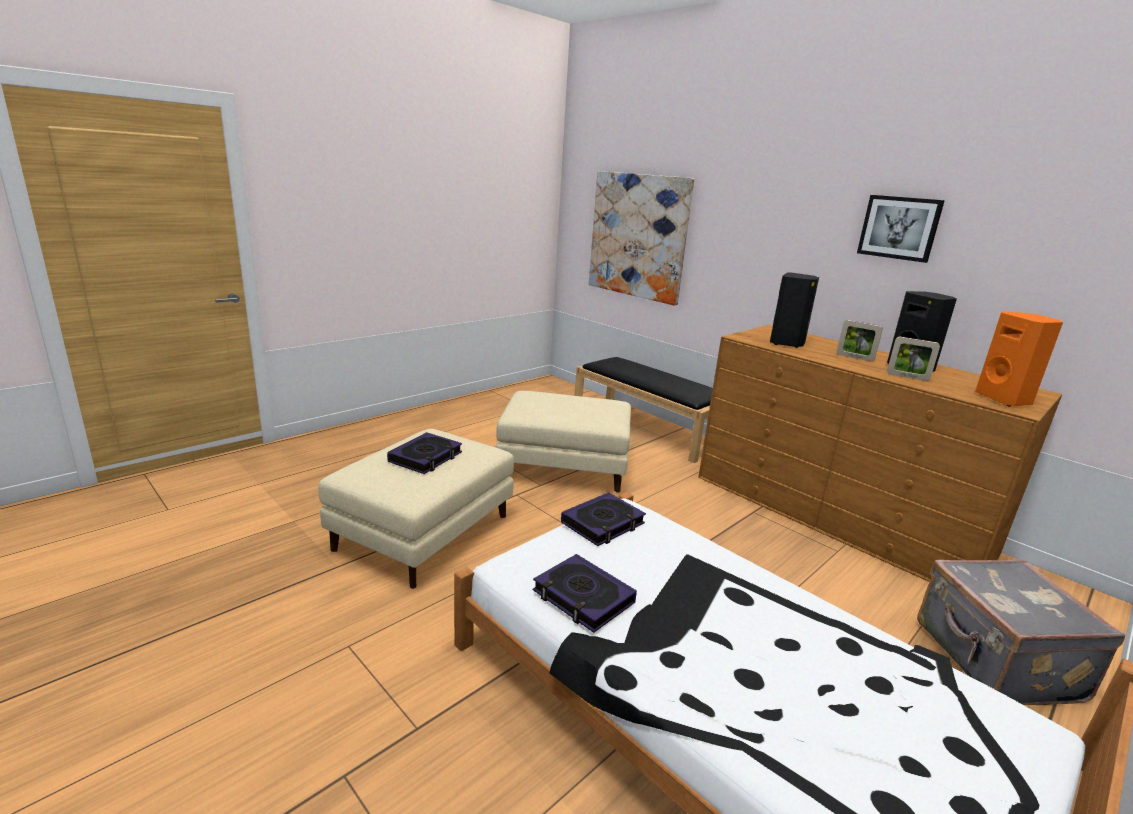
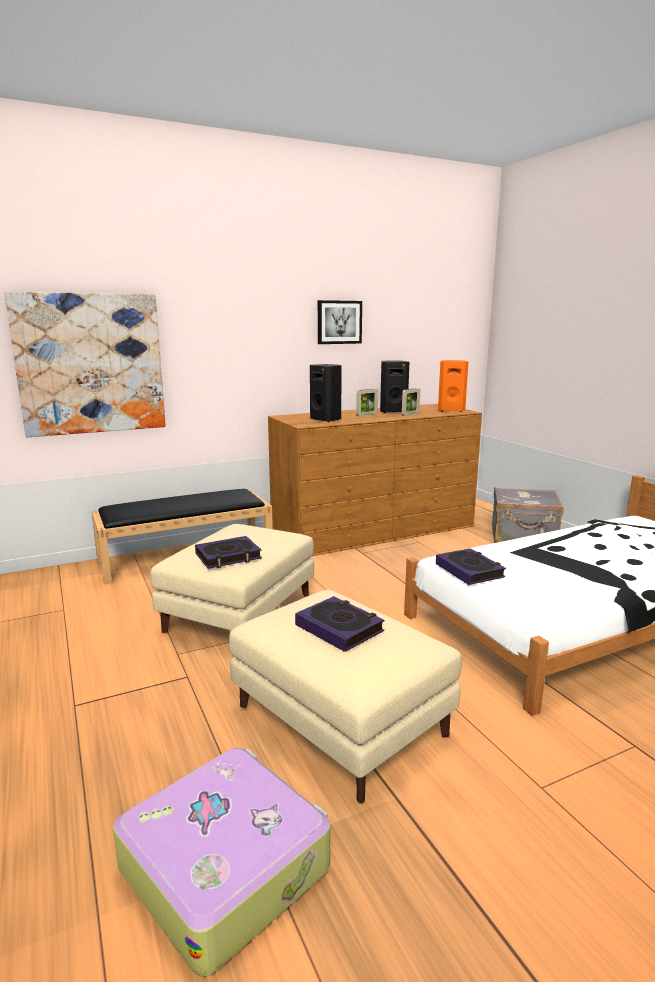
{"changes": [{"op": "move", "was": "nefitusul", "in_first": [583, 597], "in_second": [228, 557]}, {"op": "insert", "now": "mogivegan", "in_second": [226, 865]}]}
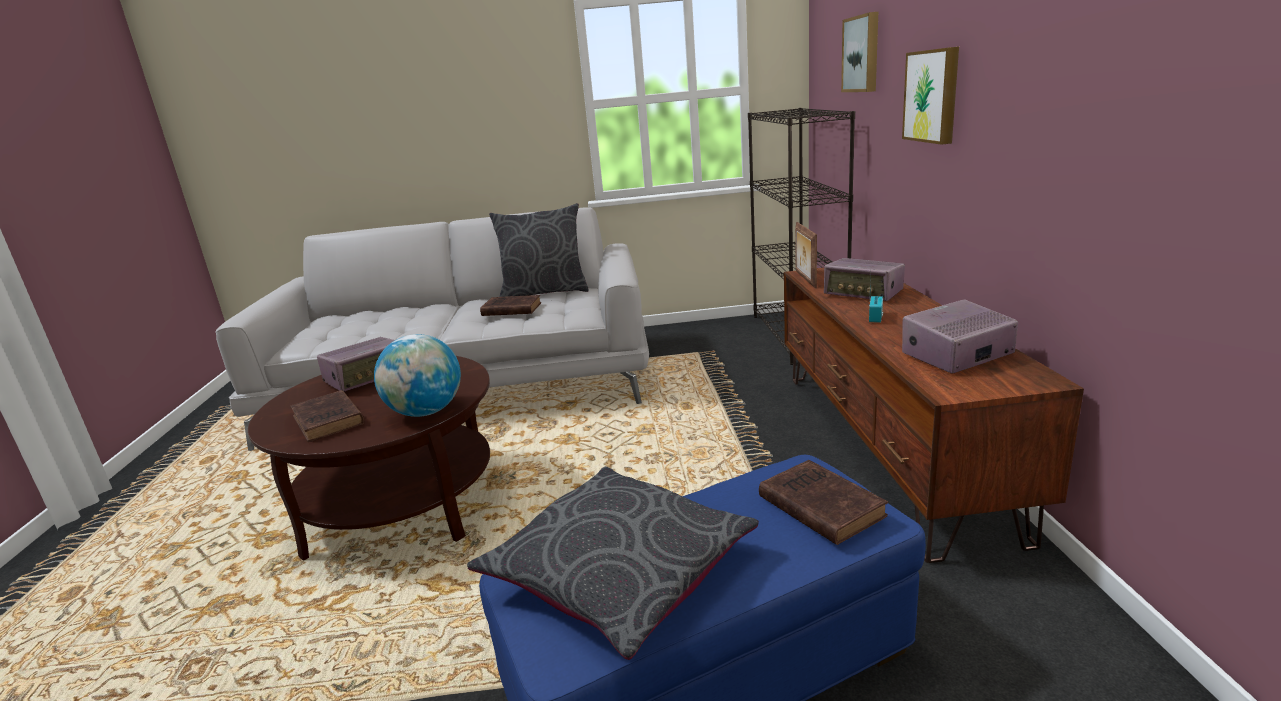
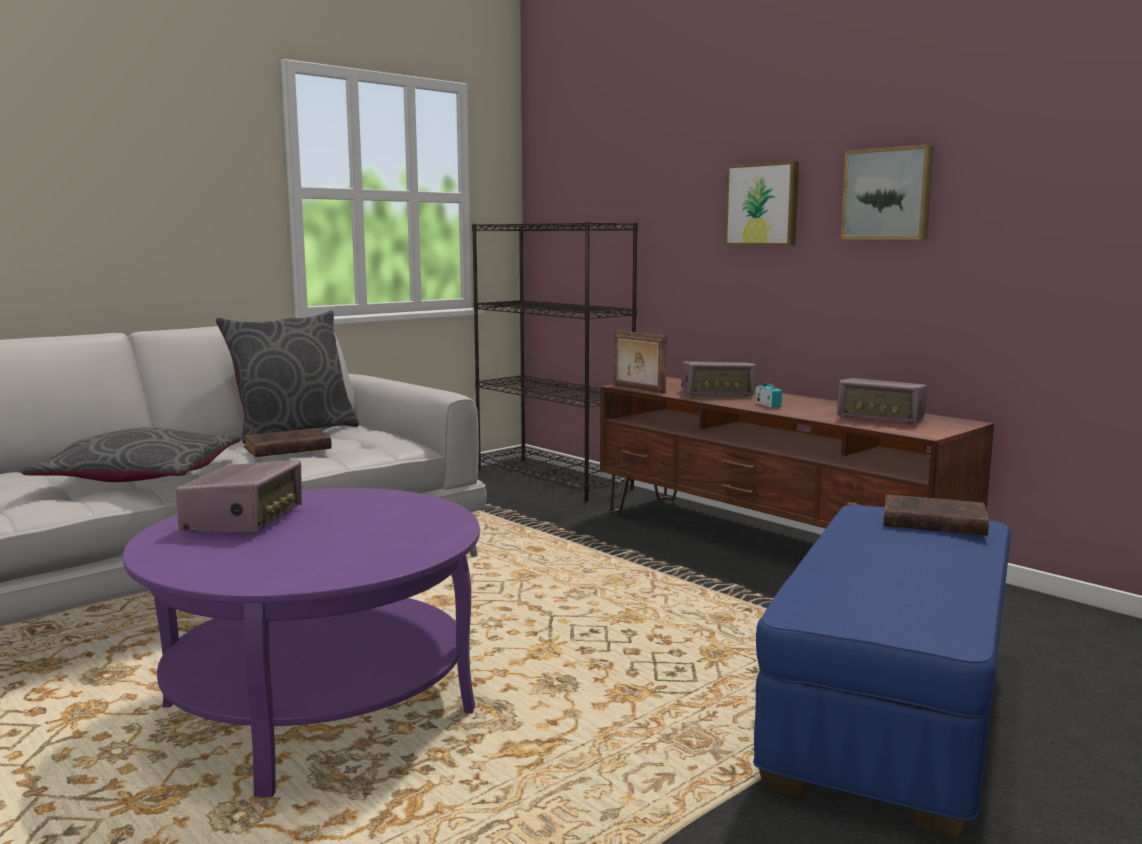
{"changes": [{"op": "move", "was": "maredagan", "in_first": [862, 54], "in_second": [888, 194]}, {"op": "rotate", "was": "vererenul", "in_first": [955, 355], "in_second": [881, 417], "clockwise": -90}, {"op": "delete", "was": "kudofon", "in_first": [426, 412]}, {"op": "recolor", "was": "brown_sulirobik", "now": "purple_sulirobik", "in_first": [402, 504], "in_second": [319, 707]}, {"op": "delete", "was": "brown_nefitusul", "in_first": [329, 421]}, {"op": "move", "was": "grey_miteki", "in_first": [618, 570], "in_second": [141, 477]}]}
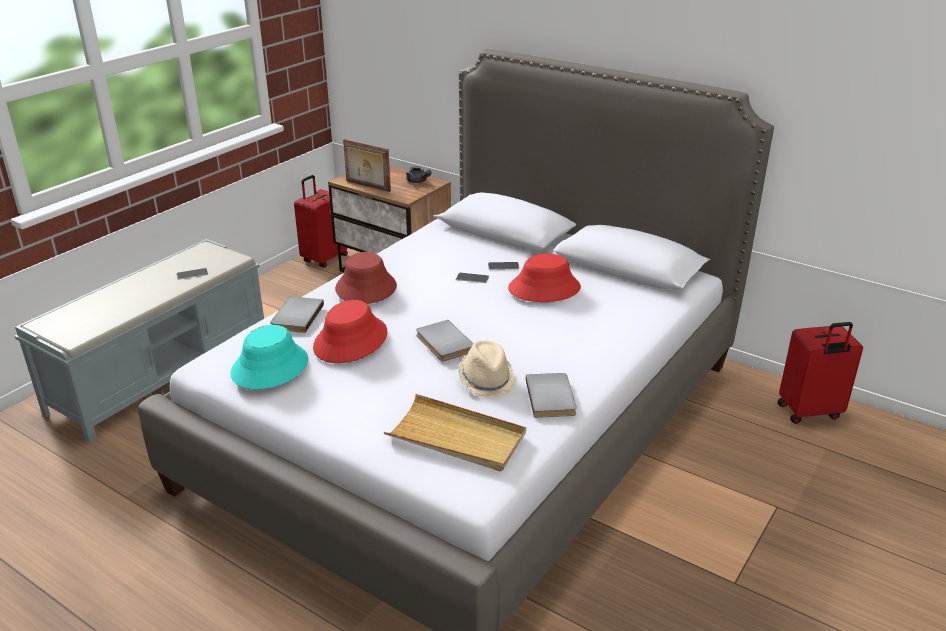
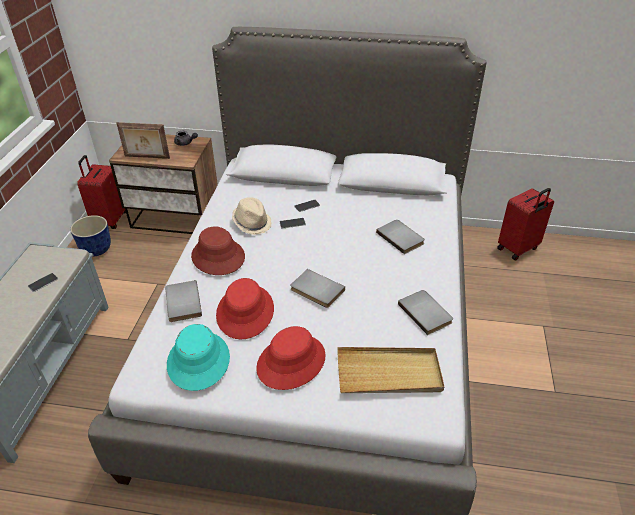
{"changes": [{"op": "move", "was": "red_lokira", "in_first": [544, 288], "in_second": [291, 362]}, {"op": "move", "was": "beige_lokira", "in_first": [486, 380], "in_second": [252, 223]}, {"op": "insert", "now": "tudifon", "in_second": [96, 250]}, {"op": "insert", "now": "grey_nefitusul", "in_second": [401, 237]}]}
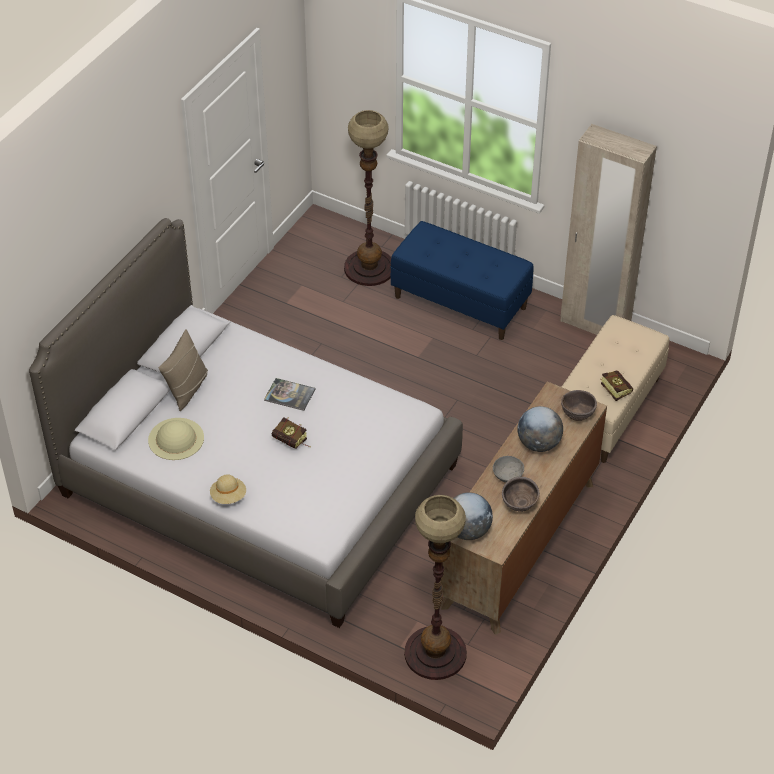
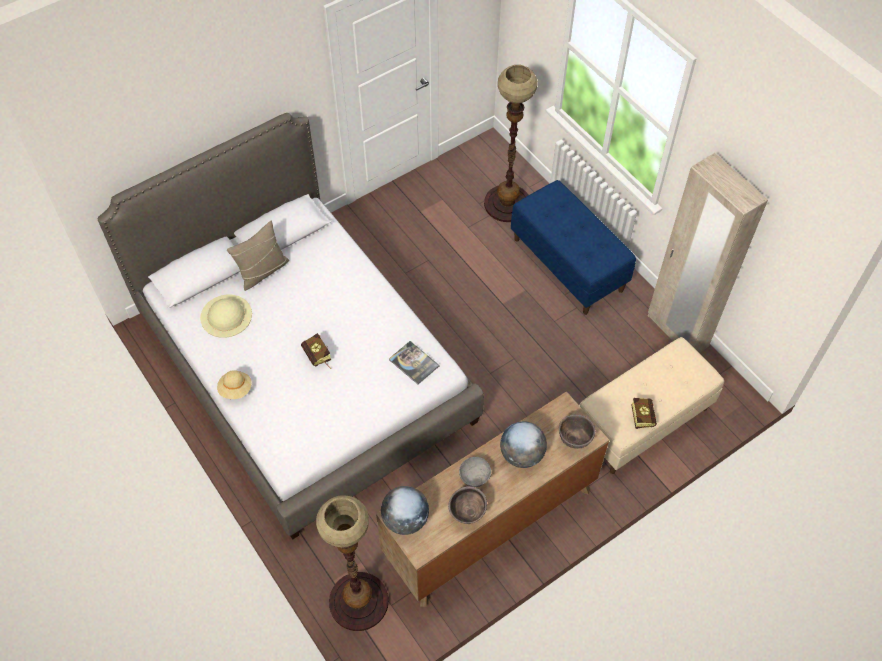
{"changes": [{"op": "move", "was": "nefitusul", "in_first": [289, 395], "in_second": [414, 363]}]}
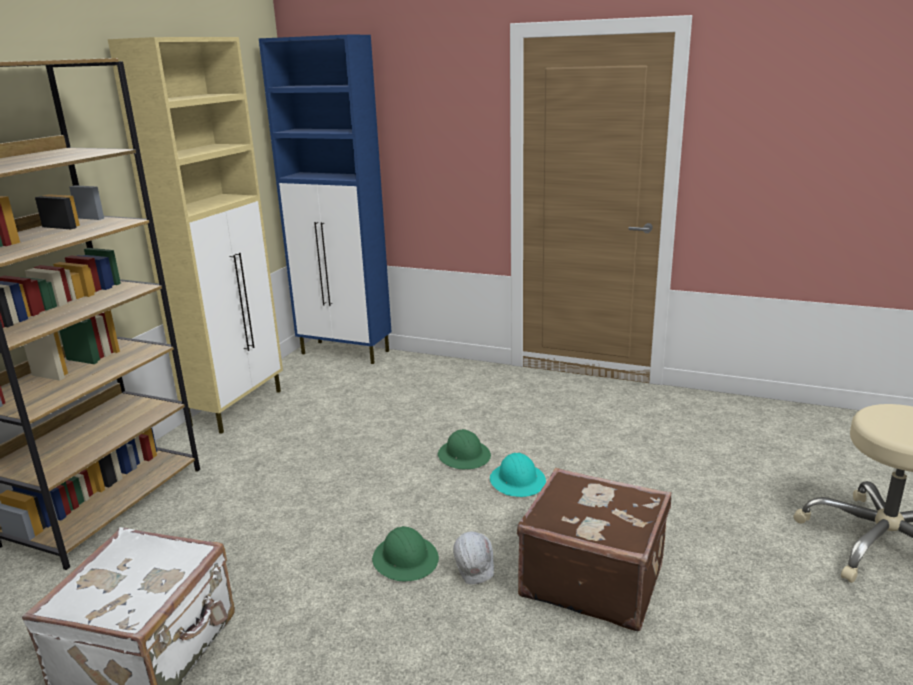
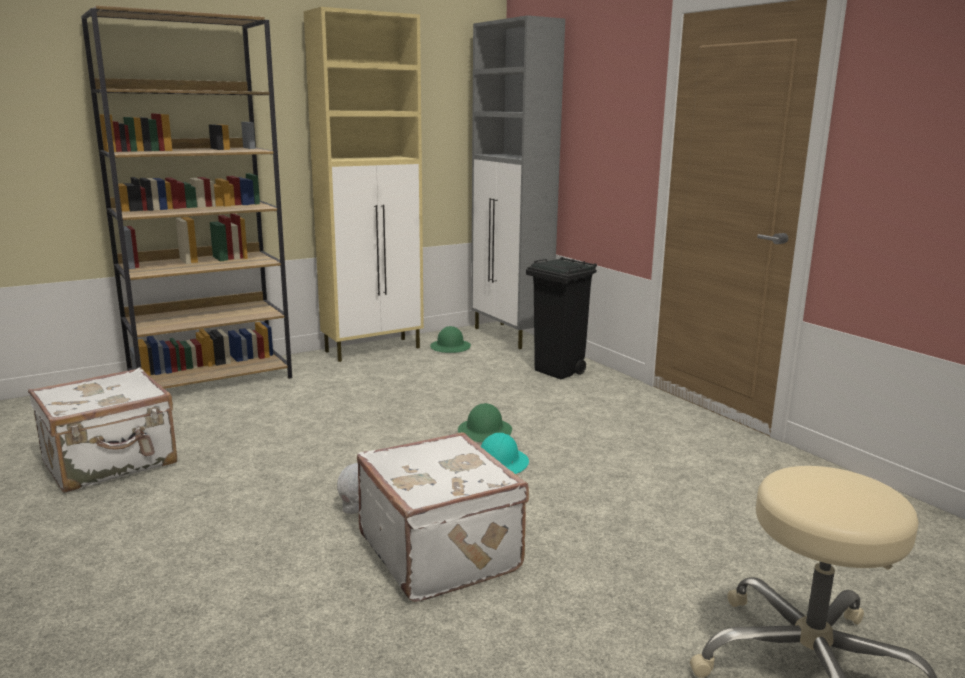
{"changes": [{"op": "recolor", "was": "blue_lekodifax", "now": "grey_lekodifax", "in_first": [346, 352], "in_second": [511, 336]}, {"op": "recolor", "was": "brown_mogivegan", "now": "white_mogivegan", "in_first": [592, 578], "in_second": [441, 551]}, {"op": "move", "was": "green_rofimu", "in_first": [406, 559], "in_second": [450, 347]}, {"op": "insert", "now": "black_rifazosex", "in_second": [559, 372]}]}
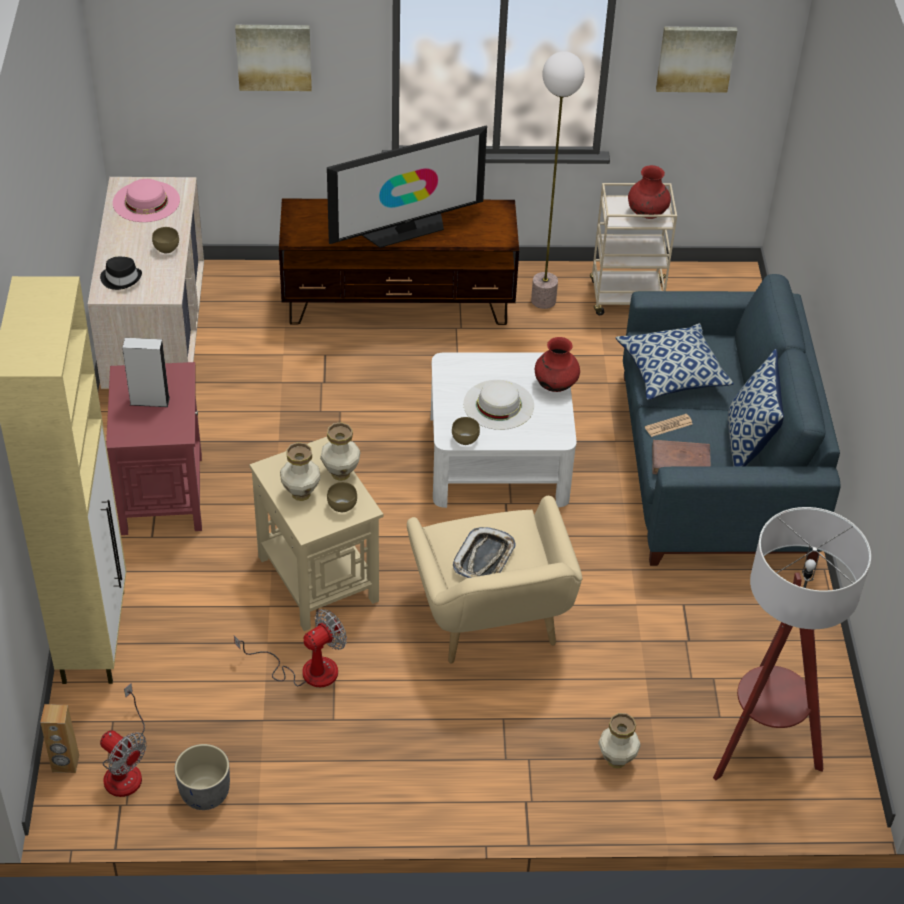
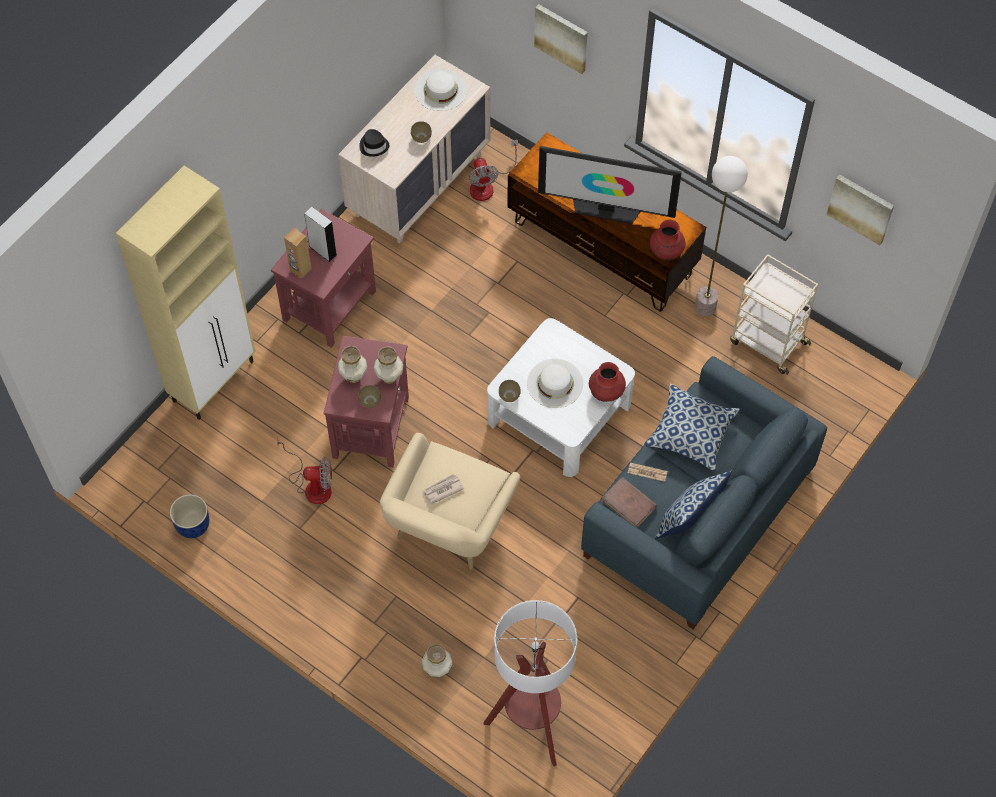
{"changes": [{"op": "move", "was": "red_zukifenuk", "in_first": [647, 214], "in_second": [666, 252]}, {"op": "recolor", "was": "pink_lokira", "now": "white_lokira", "in_first": [146, 201], "in_second": [440, 90]}, {"op": "recolor", "was": "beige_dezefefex", "now": "red_dezefefex", "in_first": [319, 578], "in_second": [371, 427]}, {"op": "replace", "was": "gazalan", "now": "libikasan", "in_first": [484, 558], "in_second": [442, 489]}, {"op": "move", "was": "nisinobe", "in_first": [125, 768], "in_second": [487, 185]}, {"op": "move", "was": "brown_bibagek", "in_first": [65, 763], "in_second": [300, 269]}, {"op": "recolor", "was": "grey_tudifon", "now": "blue_tudifon", "in_first": [204, 793], "in_second": [192, 525]}]}
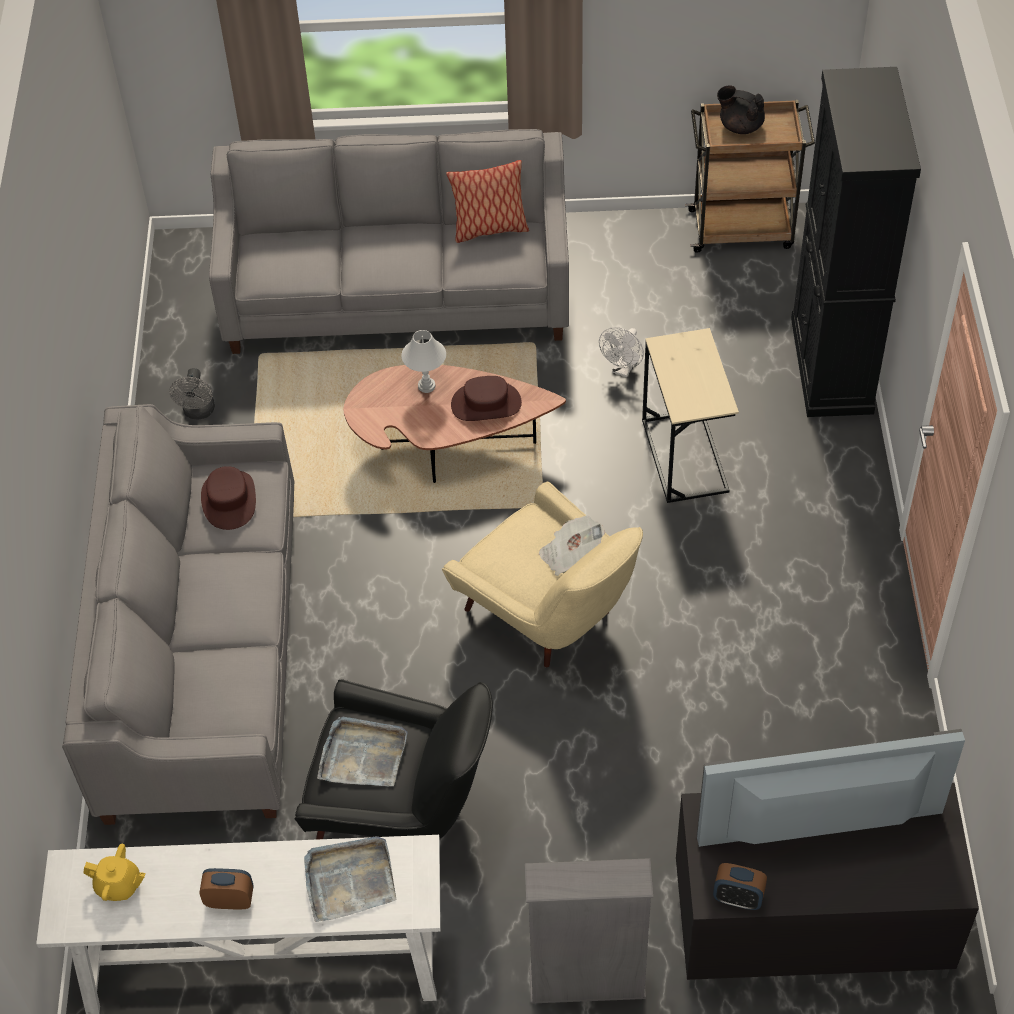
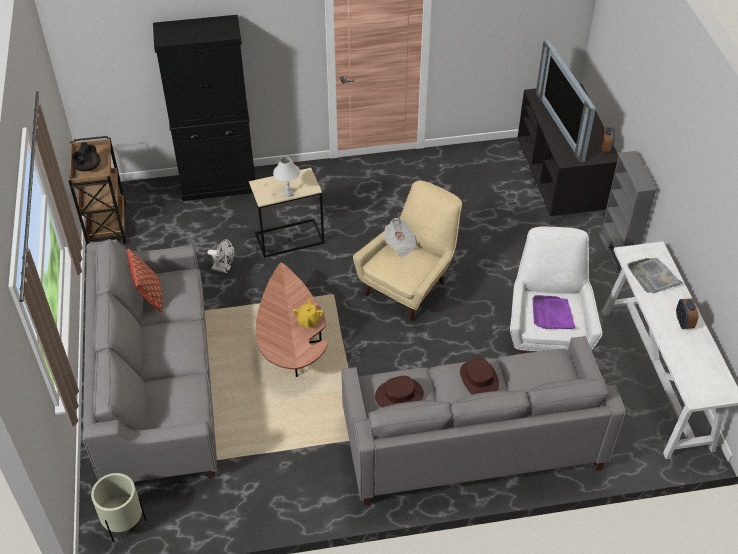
{"changes": [{"op": "move", "was": "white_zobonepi", "in_first": [427, 386], "in_second": [288, 193]}, {"op": "delete", "was": "grey_nisinobe", "in_first": [198, 412]}, {"op": "move", "was": "brown_lokira", "in_first": [486, 404], "in_second": [478, 379]}, {"op": "recolor", "was": "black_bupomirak", "now": "white_bupomirak", "in_first": [401, 809], "in_second": [547, 332]}, {"op": "recolor", "was": "grey_gazalan", "now": "purple_gazalan", "in_first": [363, 755], "in_second": [552, 315]}, {"op": "move", "was": "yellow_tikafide", "in_first": [119, 885], "in_second": [308, 321]}, {"op": "insert", "now": "beige_tudifon", "in_second": [124, 523]}]}
